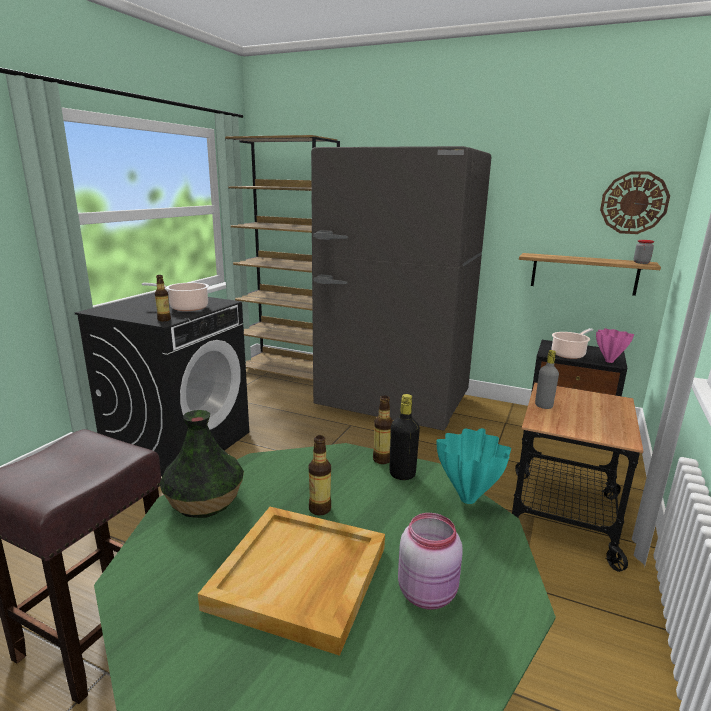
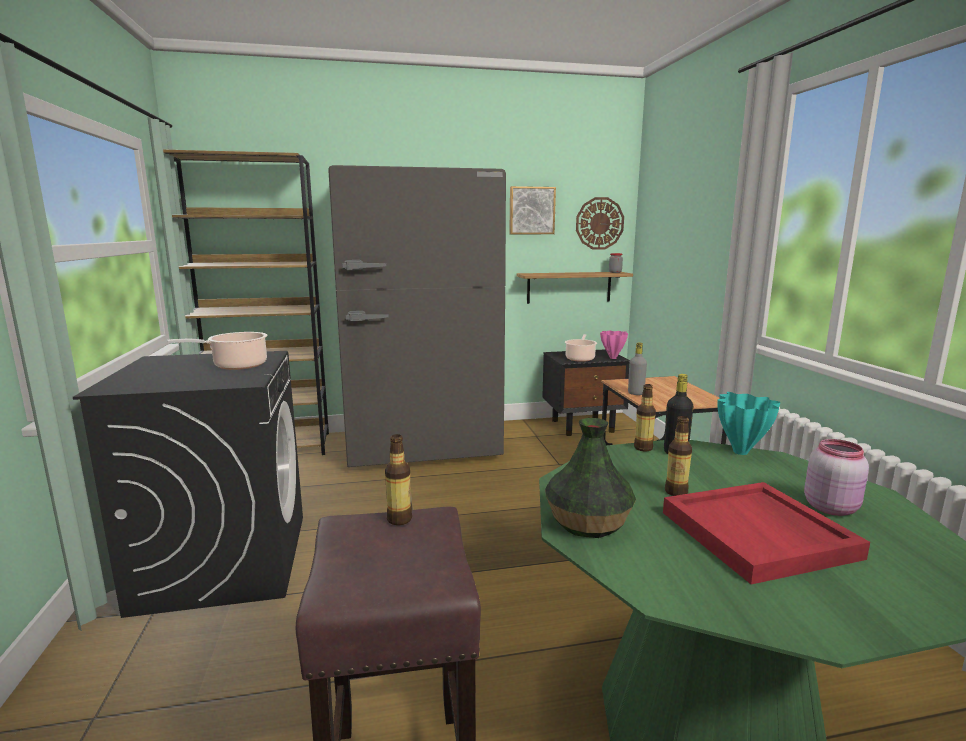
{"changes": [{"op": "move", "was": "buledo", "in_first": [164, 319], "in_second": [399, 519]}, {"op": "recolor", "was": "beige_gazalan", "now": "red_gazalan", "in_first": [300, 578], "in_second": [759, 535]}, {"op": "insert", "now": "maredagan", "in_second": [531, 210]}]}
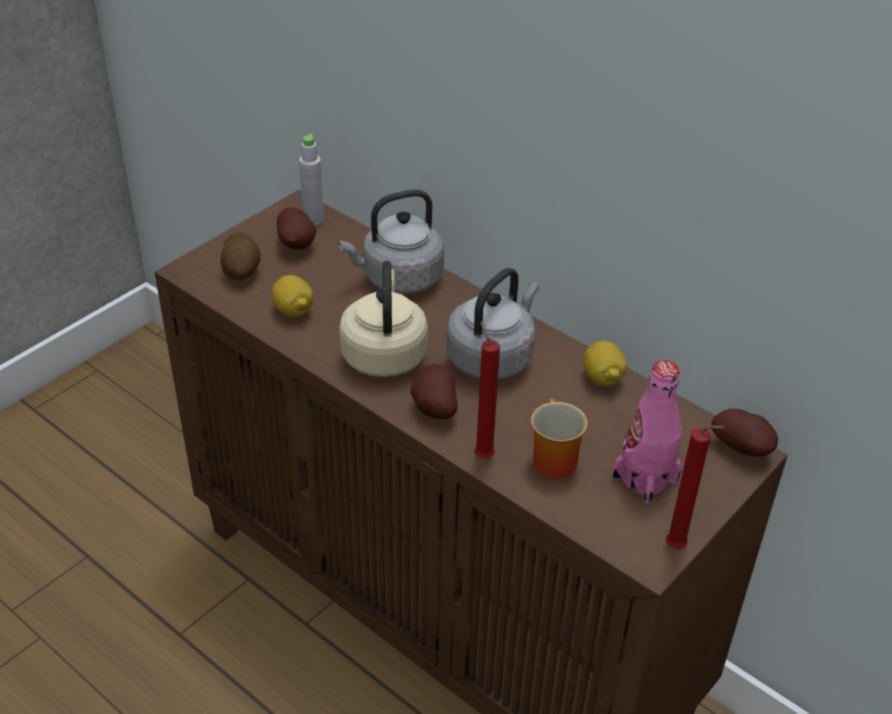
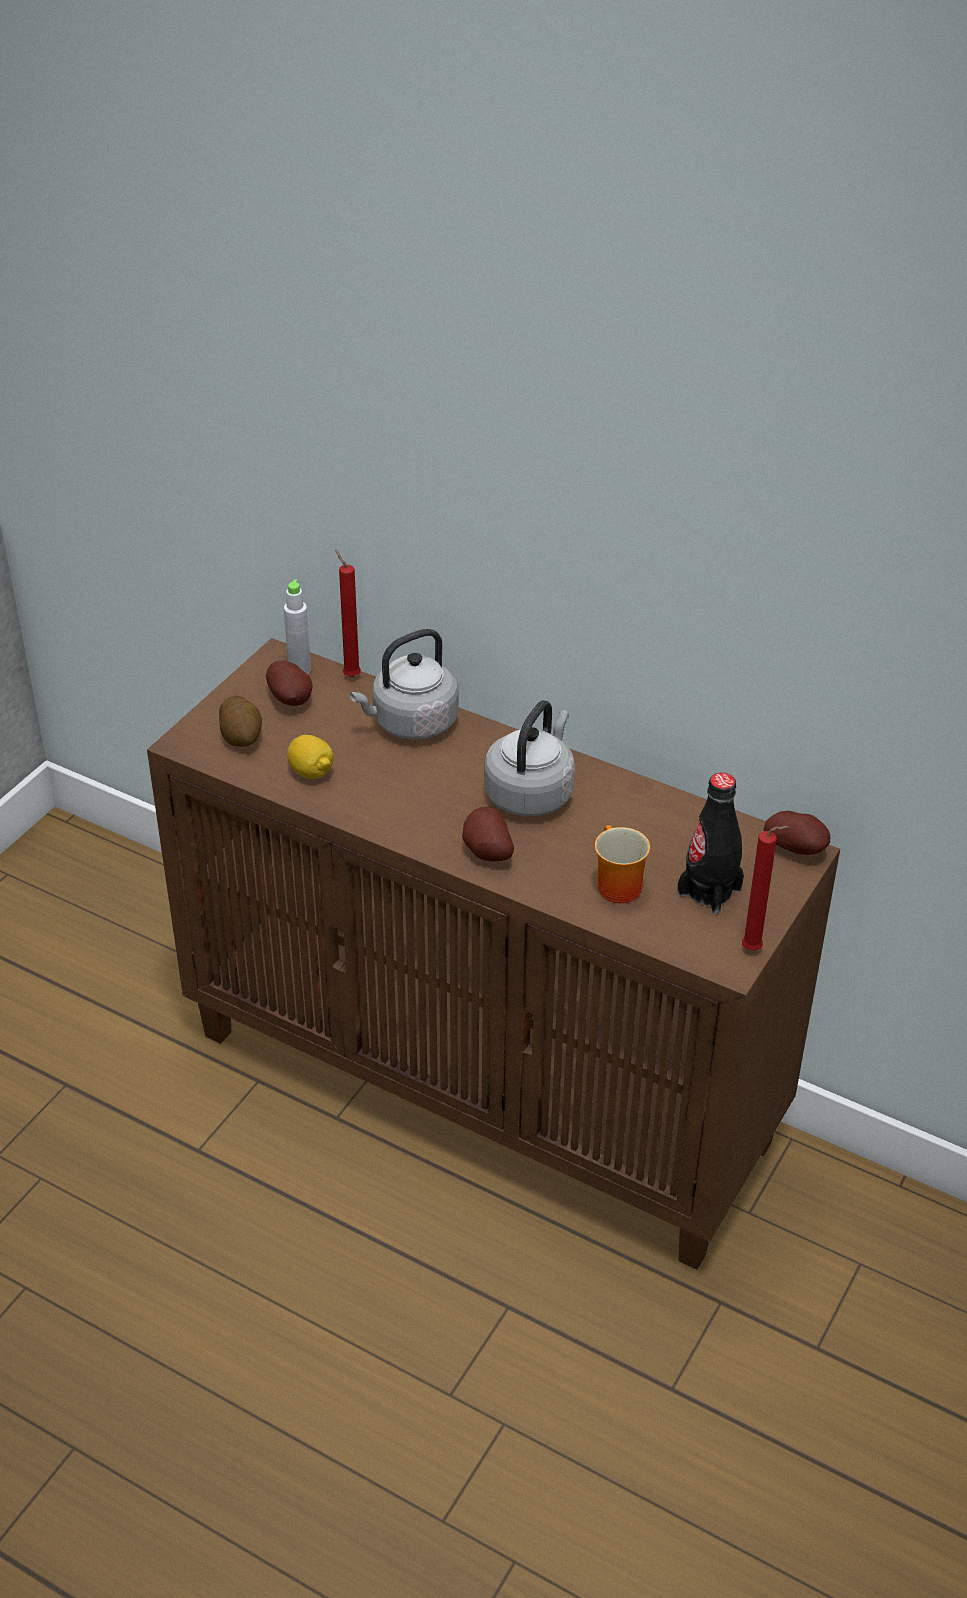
{"changes": [{"op": "delete", "was": "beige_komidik", "in_first": [384, 353]}, {"op": "move", "was": "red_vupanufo", "in_first": [482, 455], "in_second": [350, 675]}, {"op": "delete", "was": "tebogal", "in_first": [602, 378]}, {"op": "recolor", "was": "pink_buledo", "now": "black_buledo", "in_first": [644, 479], "in_second": [709, 891]}]}
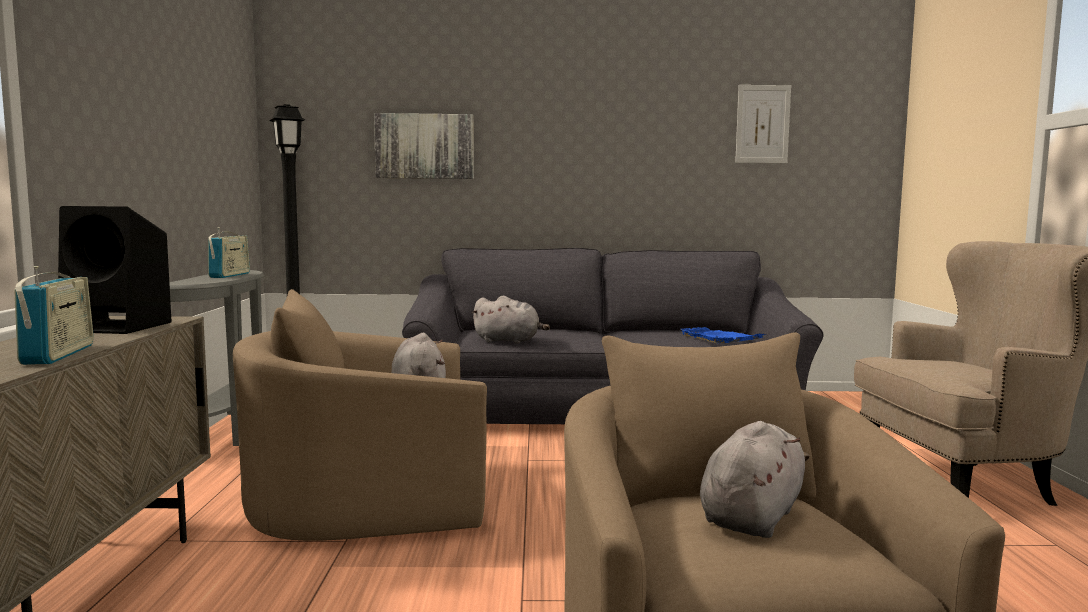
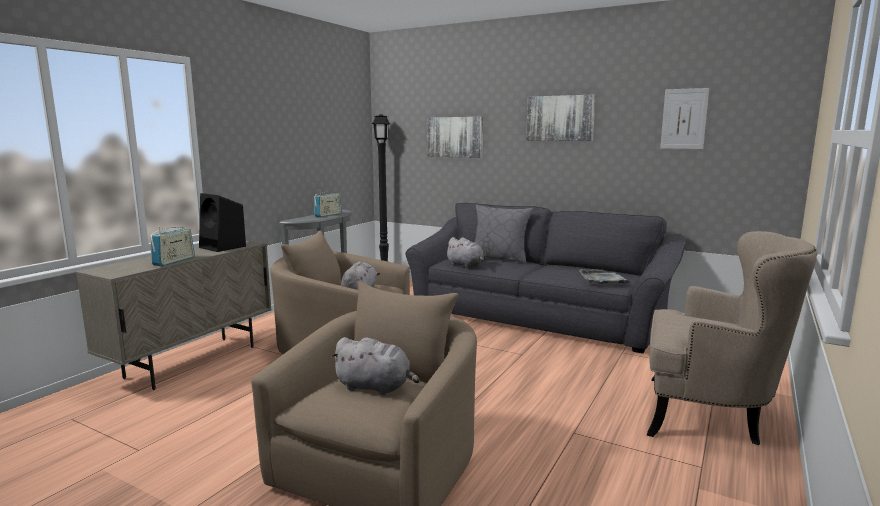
{"changes": [{"op": "recolor", "was": "blue_gazalan", "now": "grey_gazalan", "in_first": [720, 338], "in_second": [602, 279]}, {"op": "rotate", "was": "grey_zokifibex", "in_first": [752, 517], "in_second": [376, 387], "clockwise": 45}, {"op": "insert", "now": "maredagan", "in_second": [560, 118]}, {"op": "insert", "now": "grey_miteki", "in_second": [499, 258]}]}
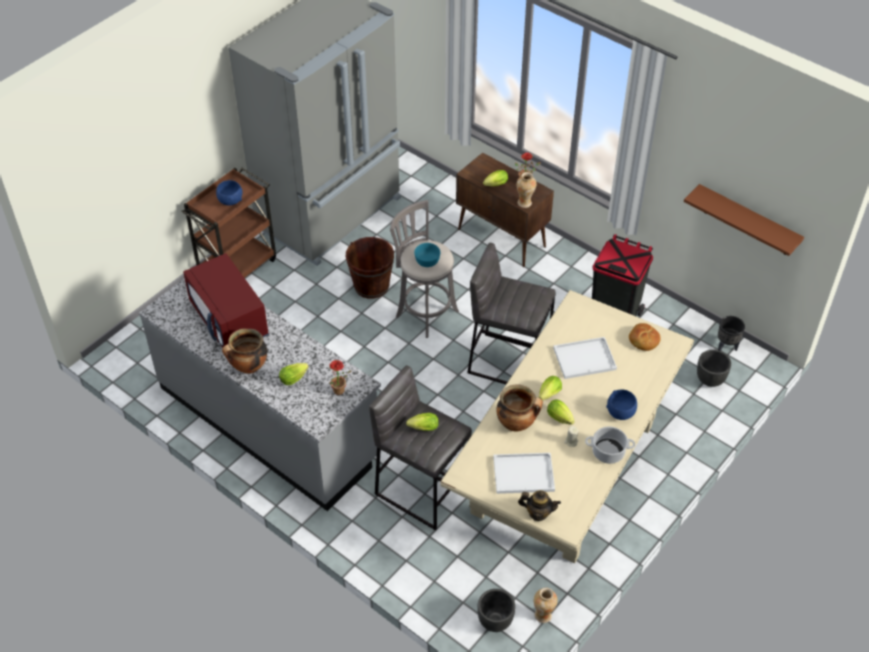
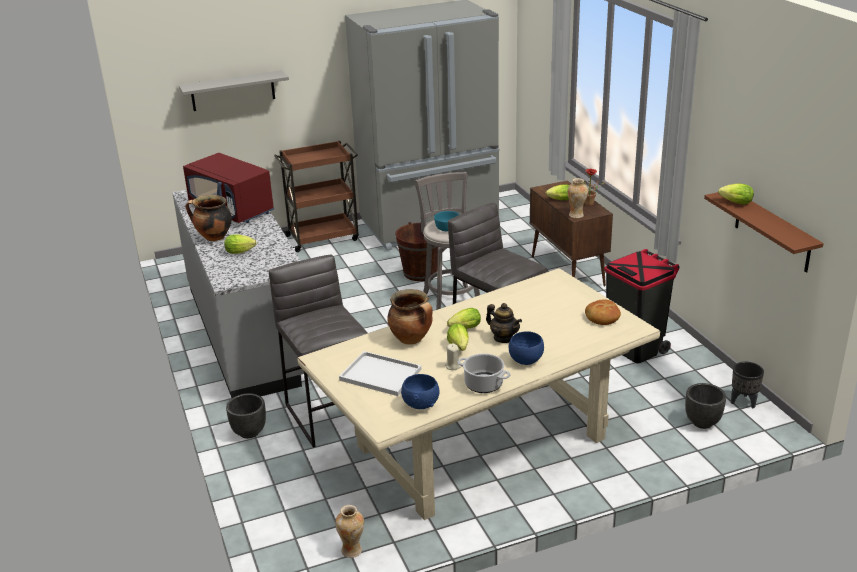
{"changes": [{"op": "move", "was": "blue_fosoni", "in_first": [230, 200], "in_second": [421, 404]}, {"op": "rotate", "was": "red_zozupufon", "in_first": [230, 320], "in_second": [232, 210], "clockwise": -45}, {"op": "delete", "was": "white_gazalan", "in_first": [585, 358]}, {"op": "delete", "was": "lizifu", "in_first": [339, 392]}, {"op": "move", "was": "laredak", "in_first": [422, 428], "in_second": [734, 202]}, {"op": "move", "was": "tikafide", "in_first": [538, 513], "in_second": [503, 338]}, {"op": "move", "was": "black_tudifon", "in_first": [494, 622], "in_second": [249, 432]}, {"op": "insert", "now": "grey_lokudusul", "in_second": [233, 91]}]}
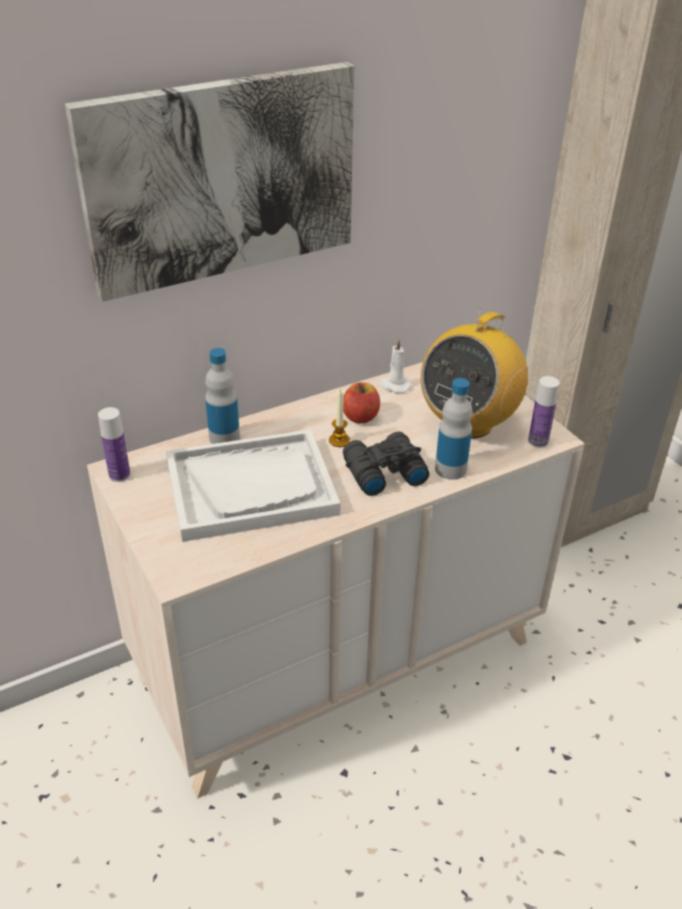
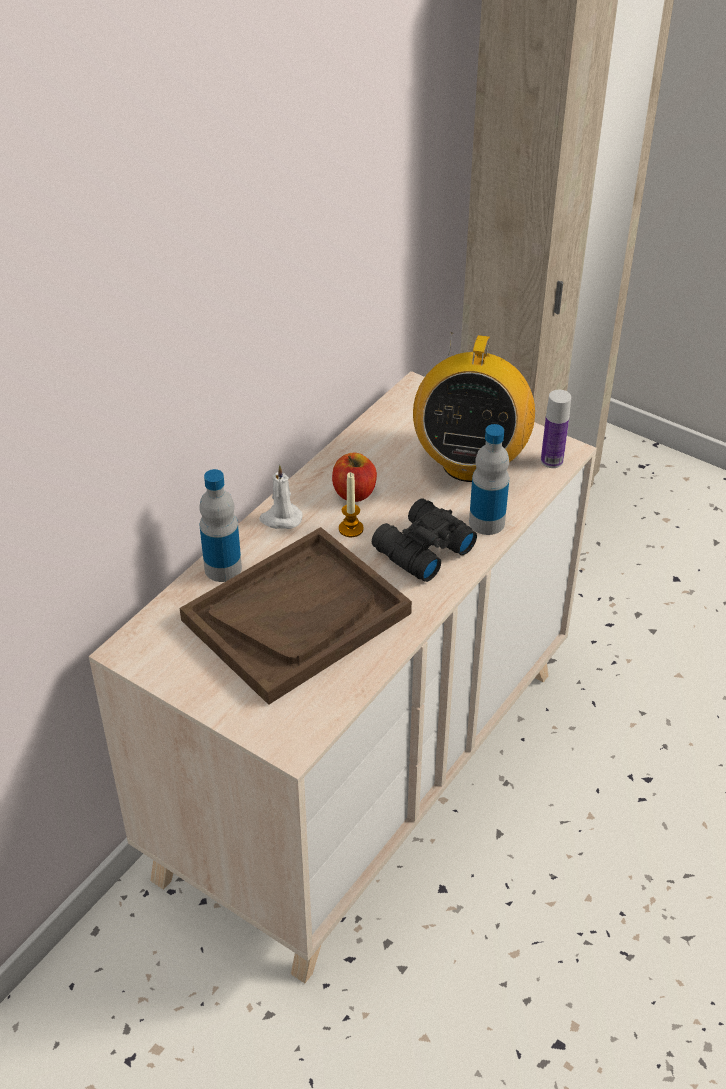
{"changes": [{"op": "delete", "was": "maredagan", "in_first": [221, 178]}, {"op": "move", "was": "white_vupanufo", "in_first": [394, 385], "in_second": [280, 519]}, {"op": "delete", "was": "buledo", "in_first": [119, 475]}, {"op": "recolor", "was": "white_gazalan", "now": "brown_gazalan", "in_first": [251, 487], "in_second": [296, 616]}]}
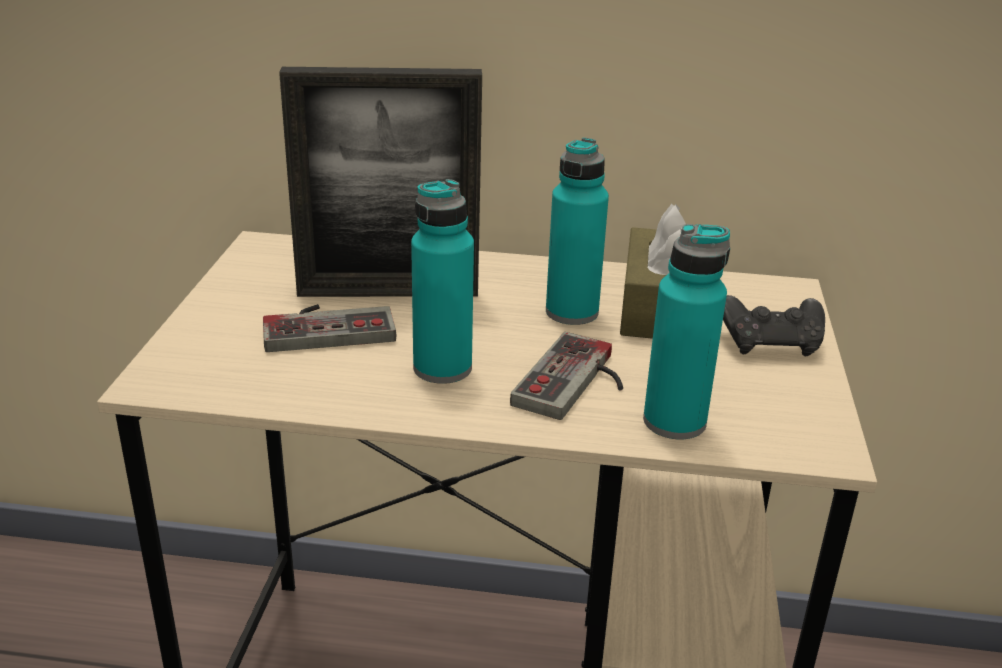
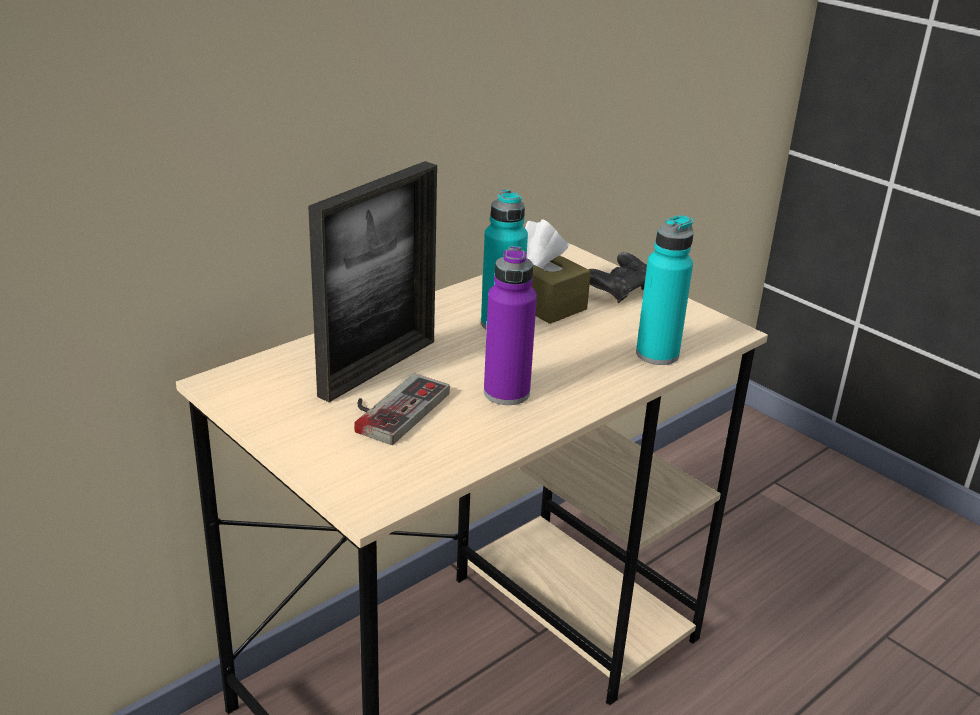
{"changes": [{"op": "recolor", "was": "turquoise_buledo", "now": "purple_buledo", "in_first": [442, 368], "in_second": [506, 393]}, {"op": "delete", "was": "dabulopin", "in_first": [578, 383]}]}
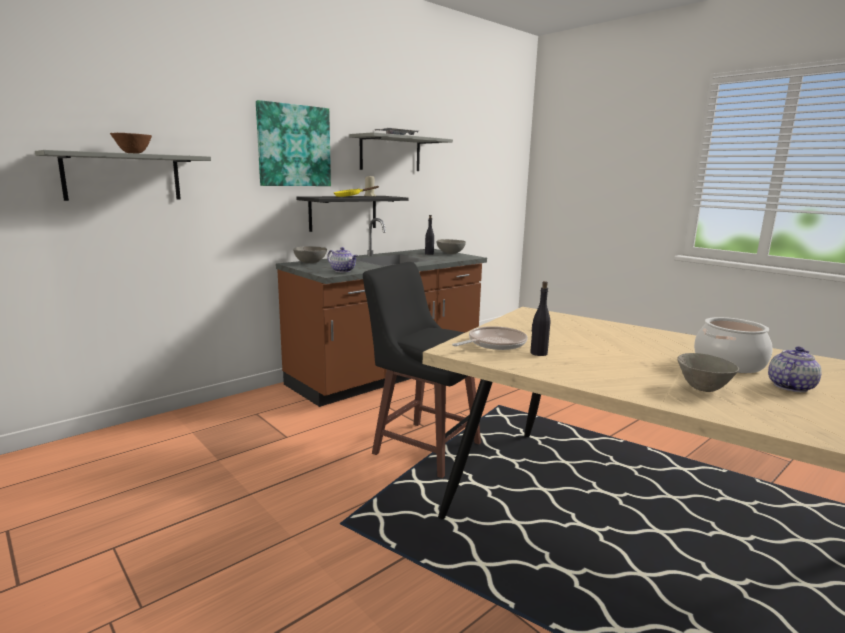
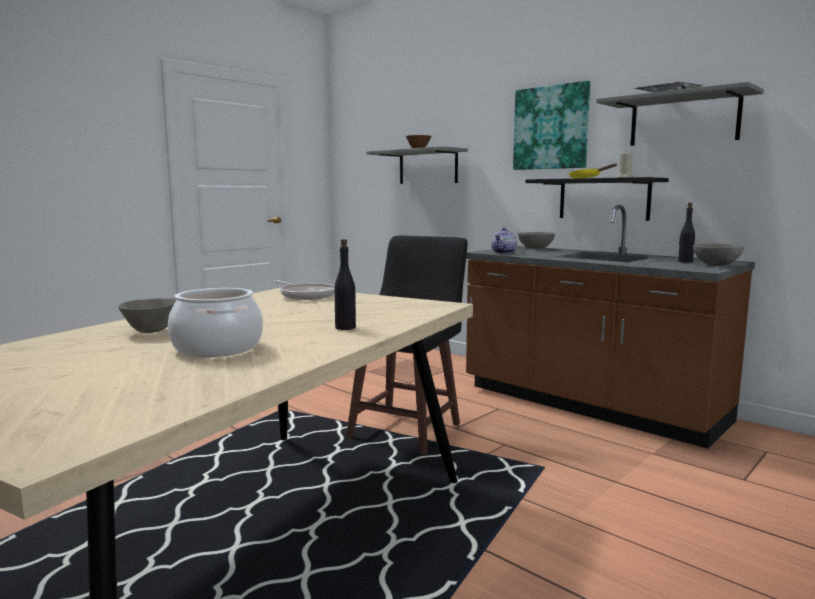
{"changes": [{"op": "move", "was": "black_buledo", "in_first": [538, 353], "in_second": [345, 327]}, {"op": "delete", "was": "tikafide", "in_first": [790, 386]}]}
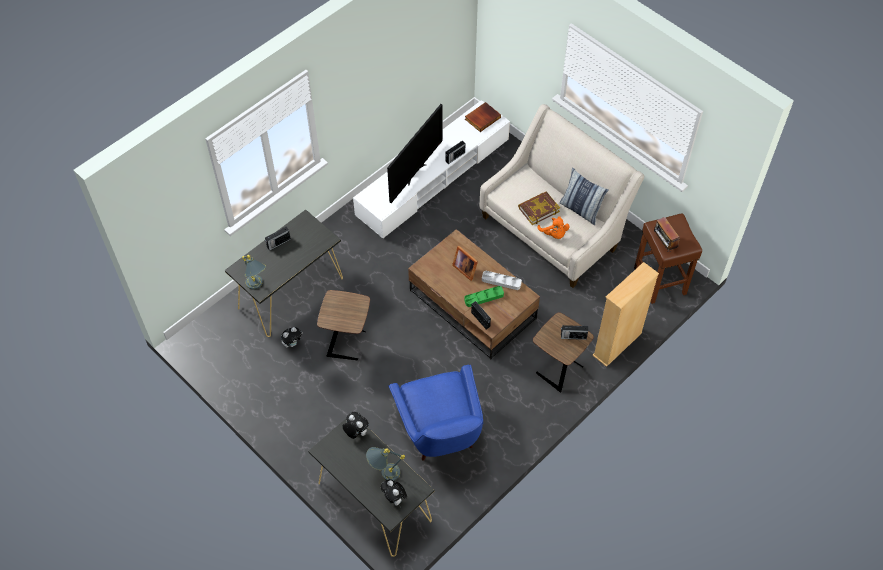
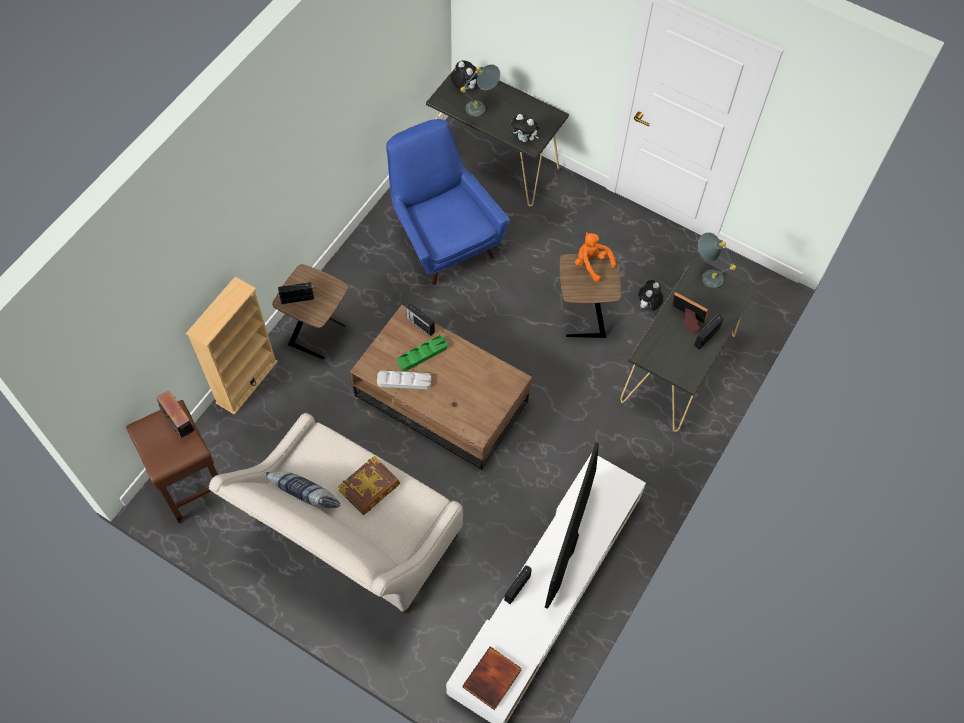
{"changes": [{"op": "move", "was": "orange_zokifibex", "in_first": [554, 234], "in_second": [591, 264]}, {"op": "move", "was": "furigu", "in_first": [465, 268], "in_second": [686, 320]}]}
